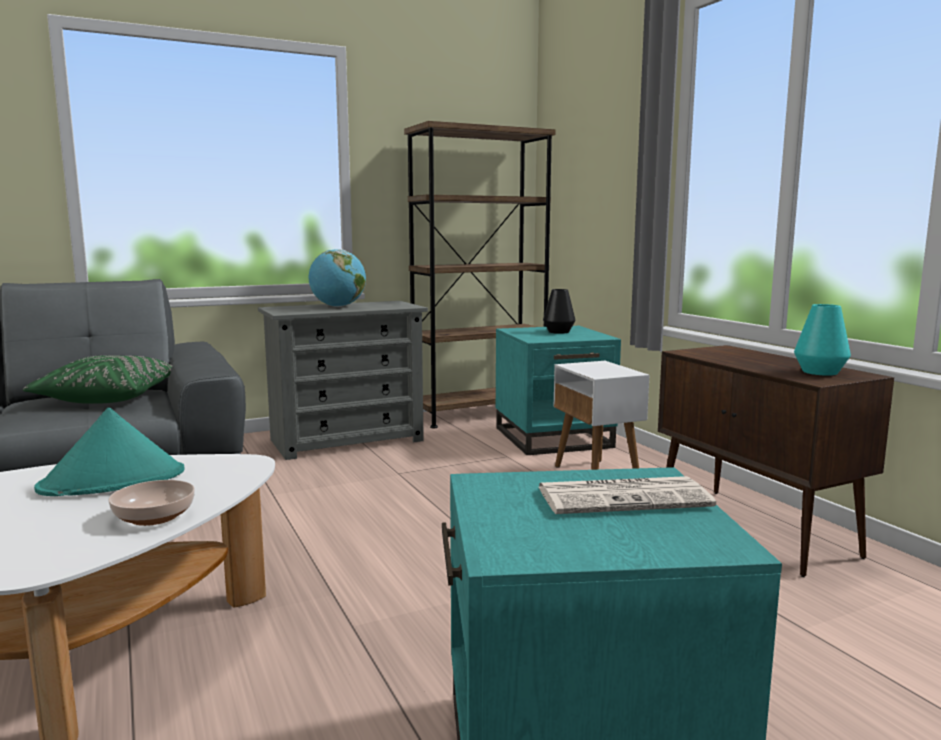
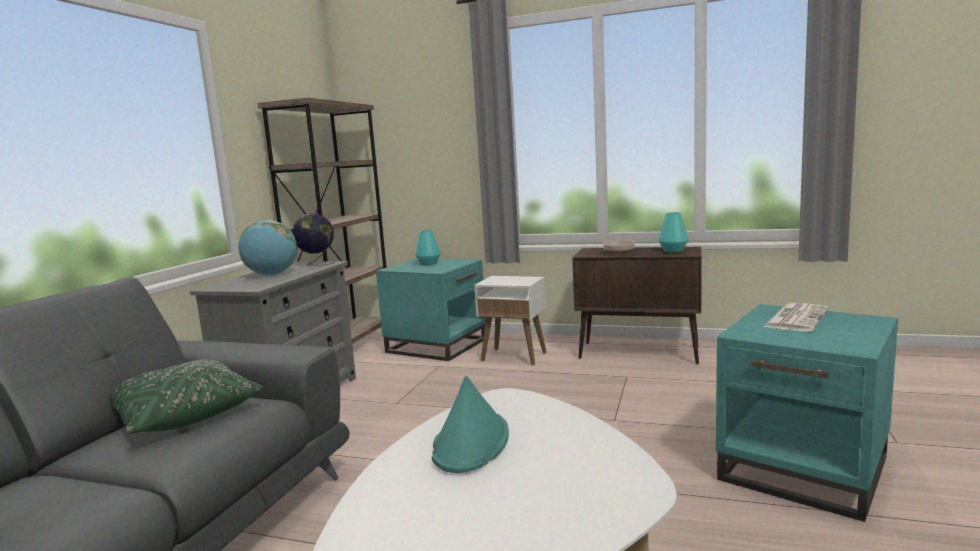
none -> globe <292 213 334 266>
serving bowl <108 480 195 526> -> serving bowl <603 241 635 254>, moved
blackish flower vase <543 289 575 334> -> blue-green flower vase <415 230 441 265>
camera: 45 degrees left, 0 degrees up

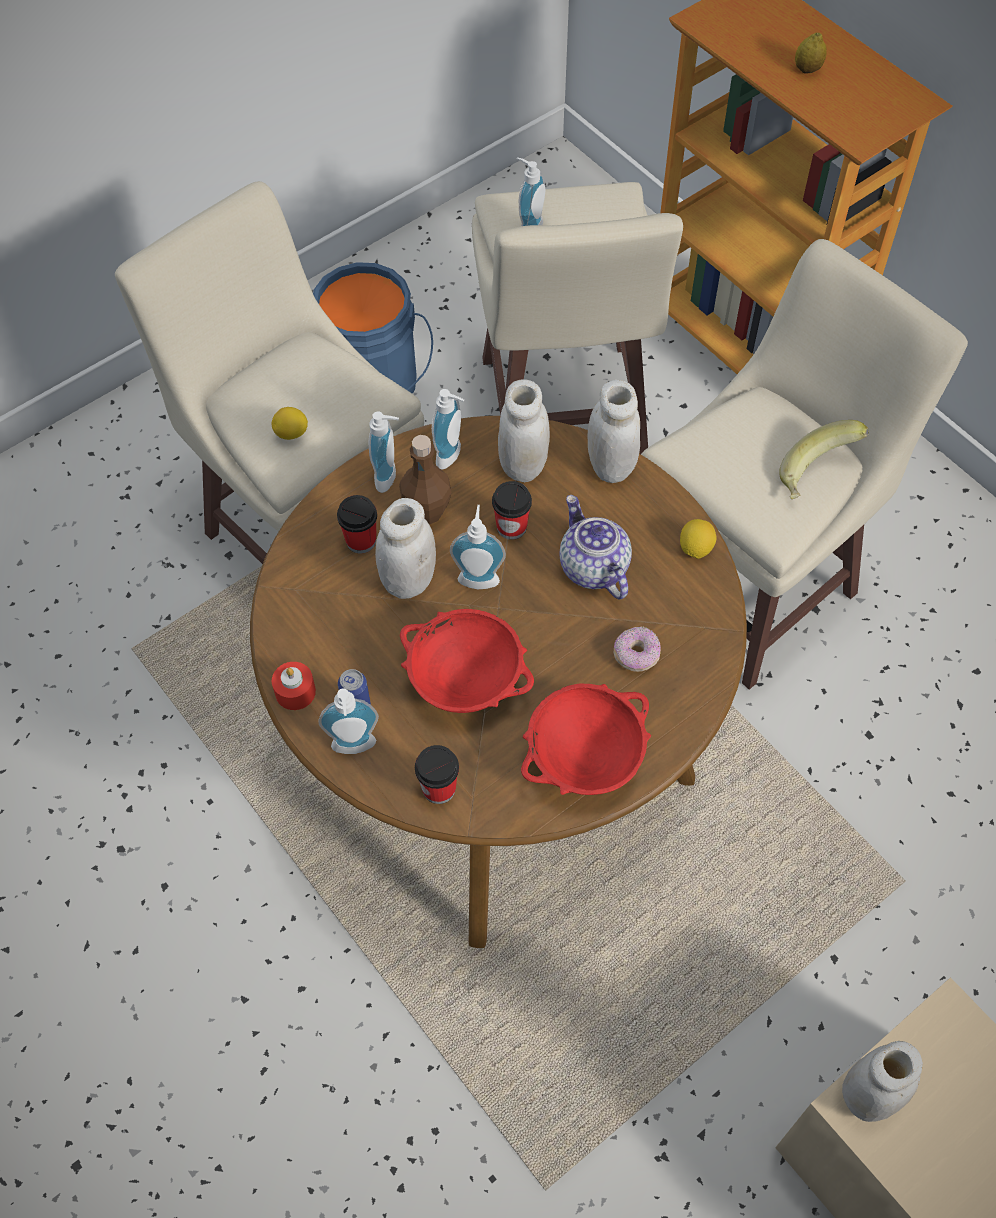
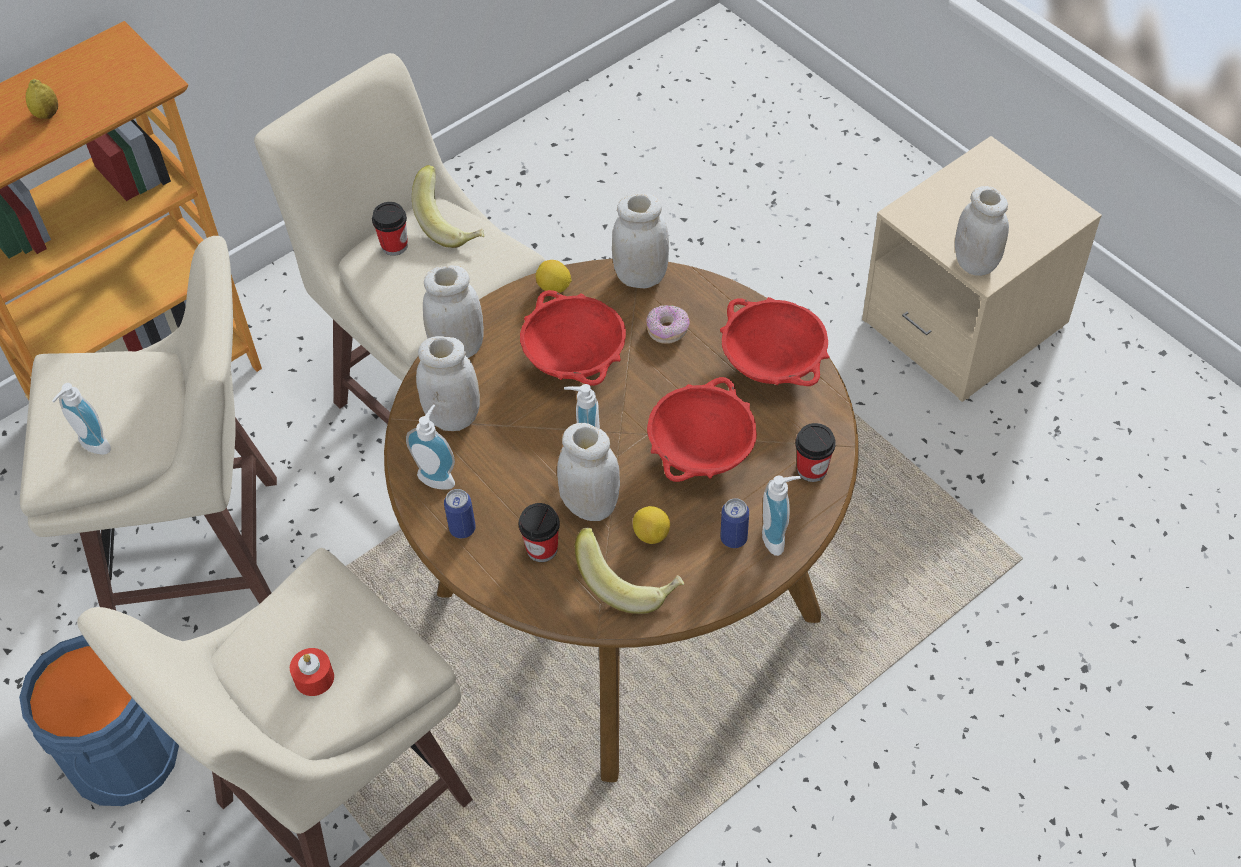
brownish bottle <399 435 452 525> -> none
none -> whole banana <574 528 684 614>
none -> whitish preserve jar <612 194 669 288>
citrus fruit <271 407 308 440> -> citrus fruit <633 506 670 544>, moved
reddish wax light <272 662 316 710> -> reddish wax light <290 648 334 696>, moved
drinking cup <492 481 532 540> -> drinking cup <372 202 408 256>, moved
soap dispenser <369 412 399 493> -> sealed can <444 489 476 538>
tea pot <560 495 632 599> -> reddish serving bowl <520 290 626 386>
camera: 90 degrees left, 5 degrees down

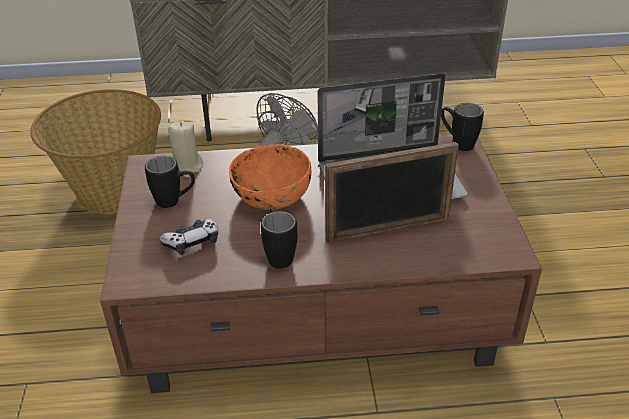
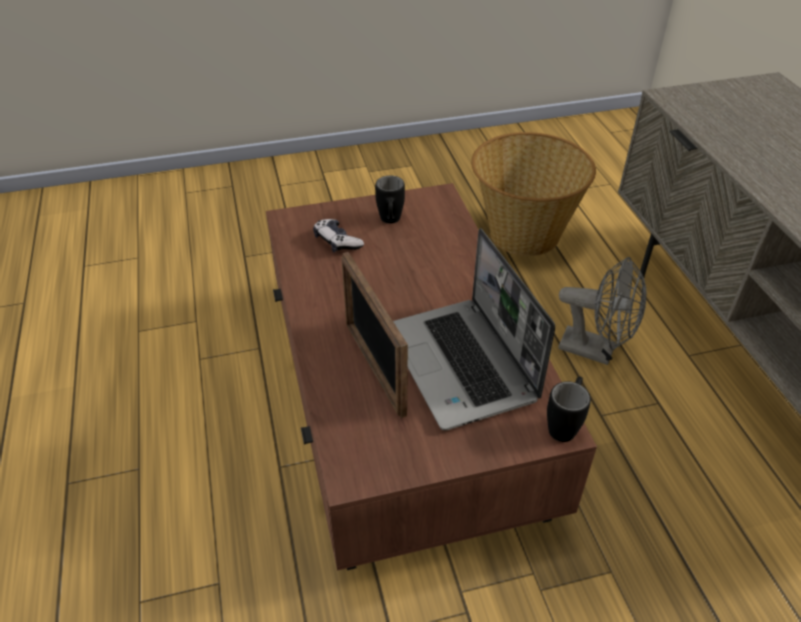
sand-coloured wax light <168 121 203 177> -> none
orange-coloured serving bowl <229 144 312 210> -> none
blackish coffee mug <261 208 297 269> -> none
camera: 80 degrees right, 5 degrees up

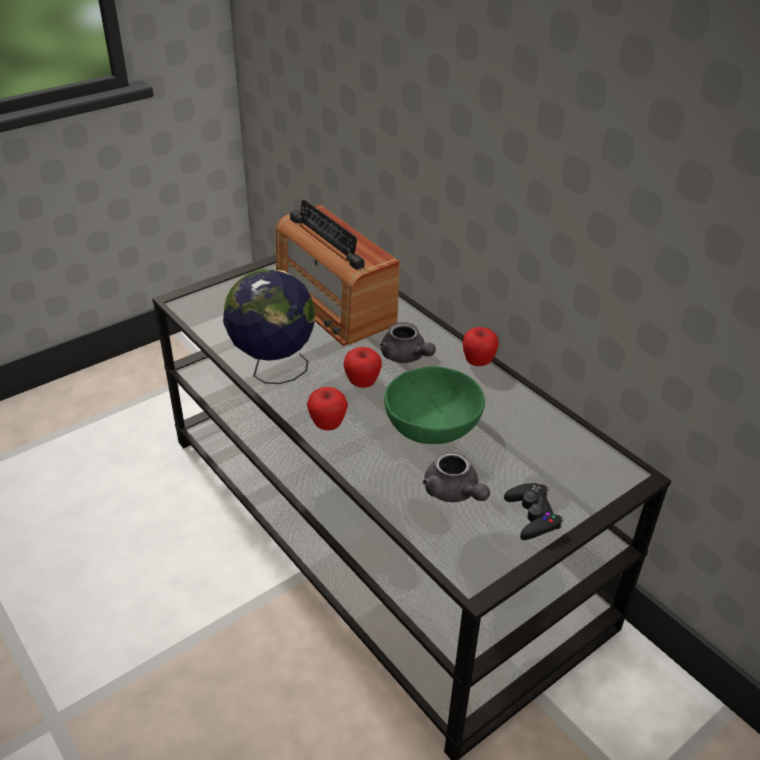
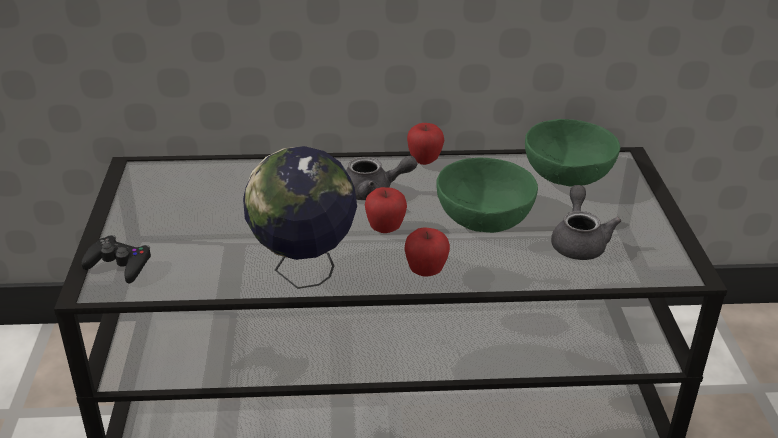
radio set <276 200 400 346> -> none
none -> green serving bowl <525 119 620 187>
blackish joypad <504 483 563 540> -> blackish joypad <81 235 151 284>, moved
greyish tea pot <423 451 490 502> -> greyish tea pot <551 185 621 260>, 90 degrees counterclockwise
camera: 55 degrees left, 5 degrees down

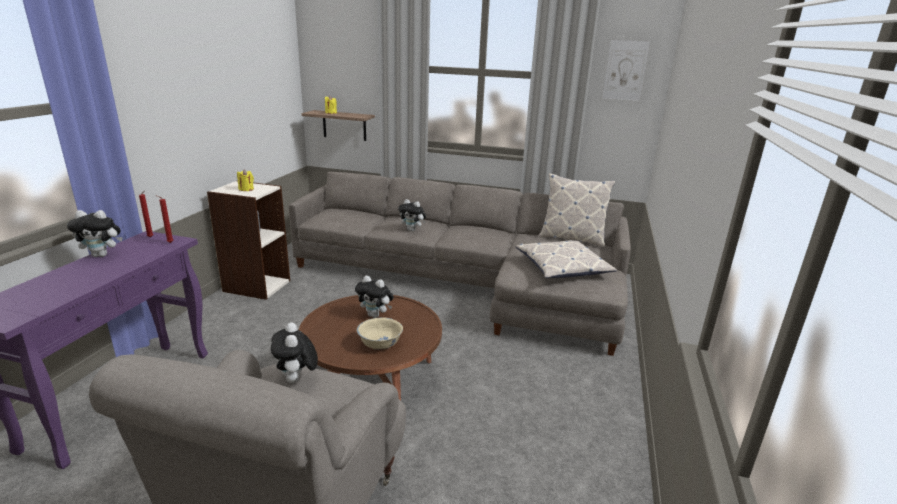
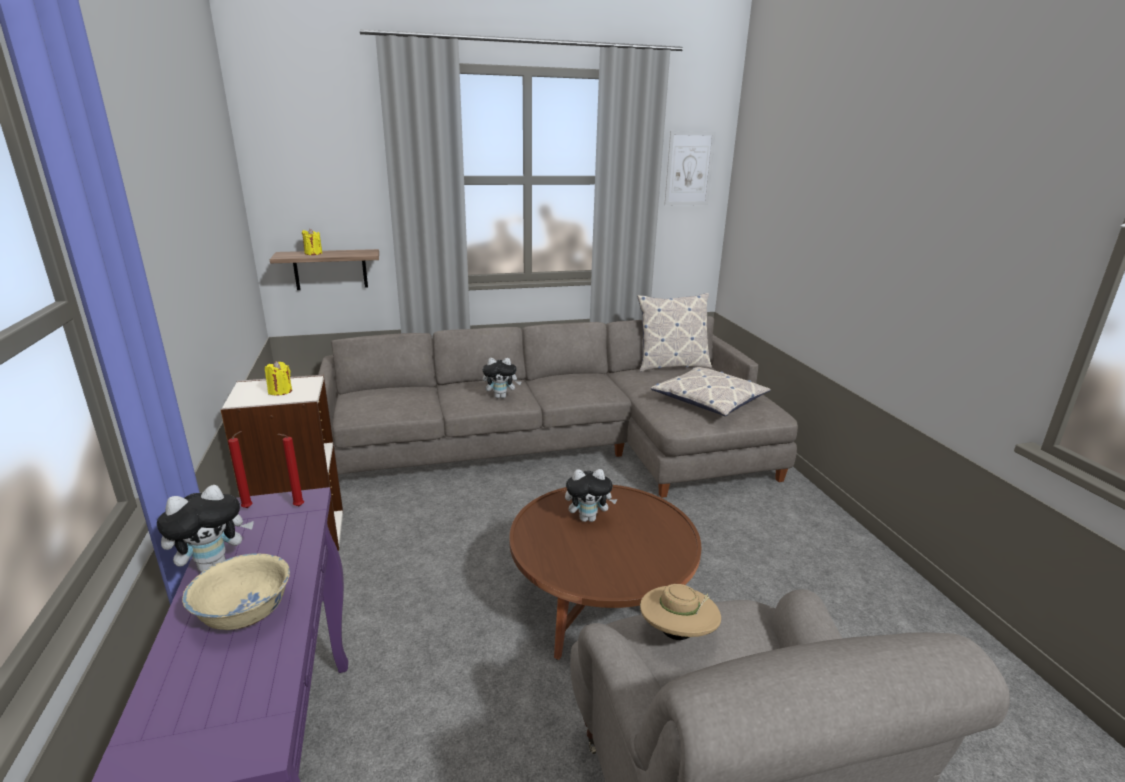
sand-coloured serving bowl <357 317 403 350> -> sand-coloured serving bowl <182 553 290 630>, moved
plush toy <271 323 318 383> -> sand-coloured clothing hat <640 584 721 640>
camera: 30 degrees left, 0 degrees up

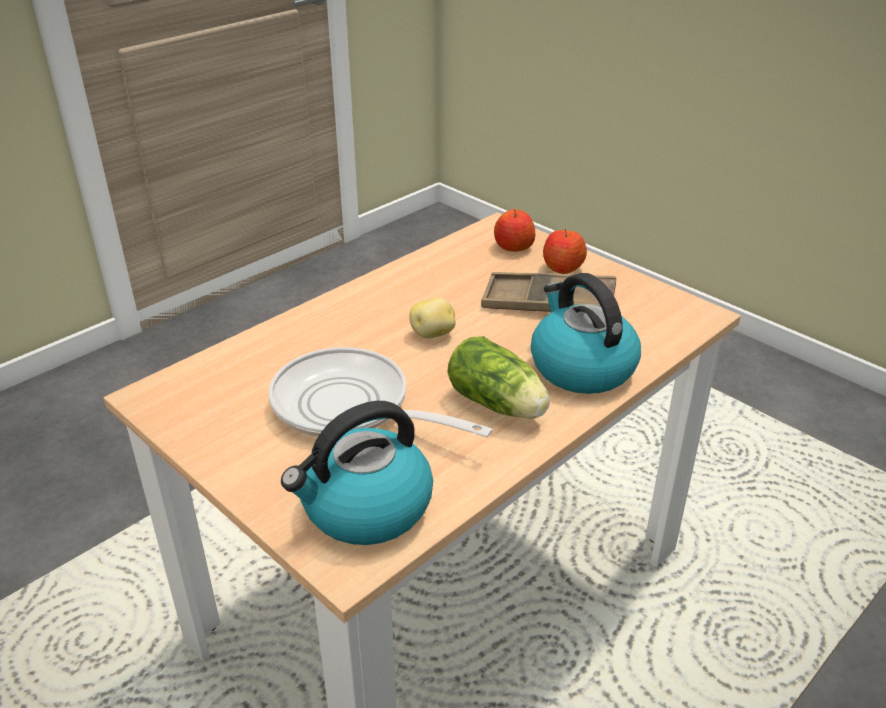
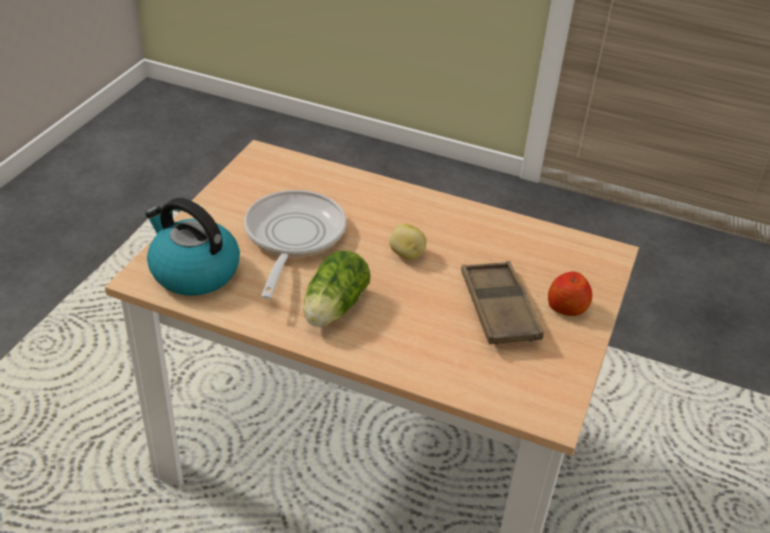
whole apple <494 209 535 252> -> none
kettle <531 273 641 394> -> none
camera: 65 degrees right, 5 degrees up

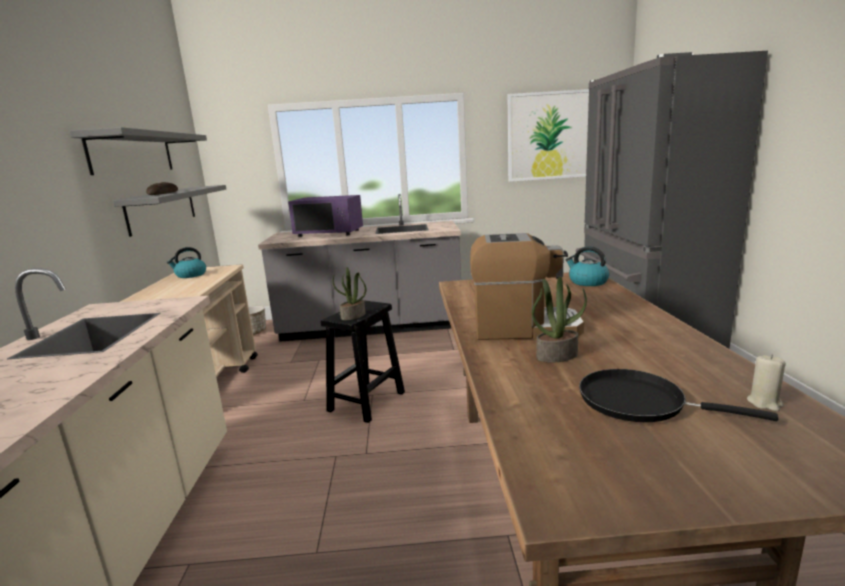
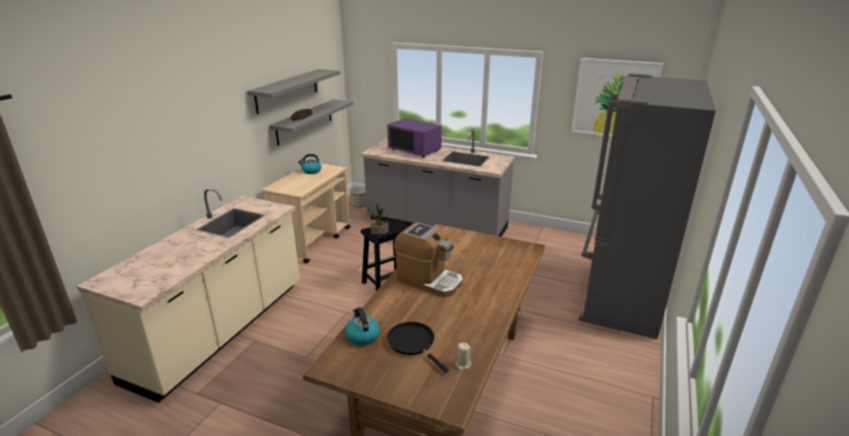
plant in a pot <532 277 587 363> -> none
kettle <565 246 610 286> -> kettle <345 307 380 346>, moved
camera: 25 degrees right, 10 degrees up

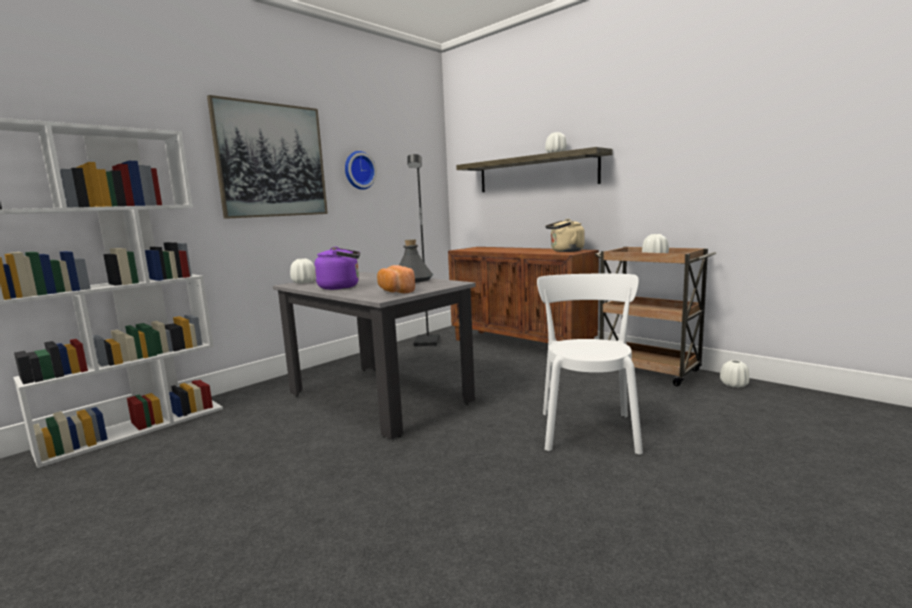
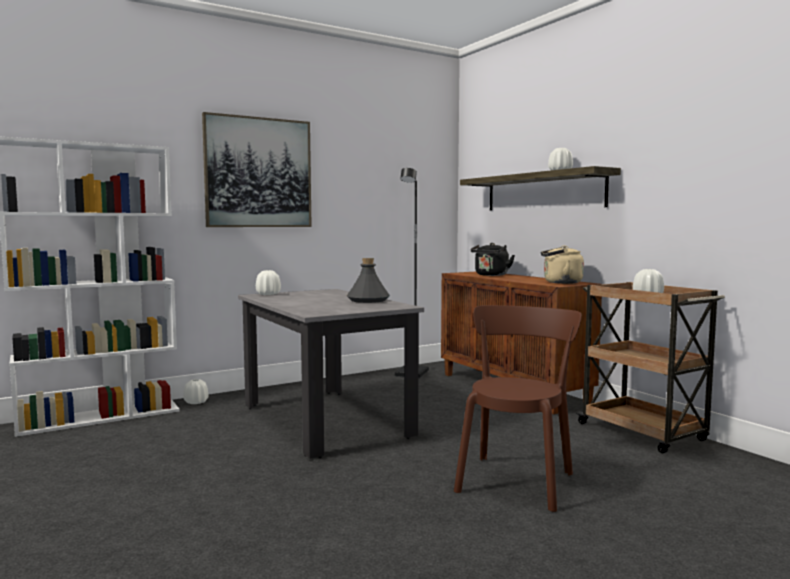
purple-coloured kettle <314 247 360 290> -> none
wall clock <345 151 377 190> -> none
bread <377 265 415 293> -> none
none -> blackish kettle <471 243 515 276>
whitish flower vase <720 360 749 388> -> whitish flower vase <183 379 208 404>, moved
whitish upright chair <537 274 643 455> -> brownish upright chair <454 305 582 512>
camera: 15 degrees right, 5 degrees down

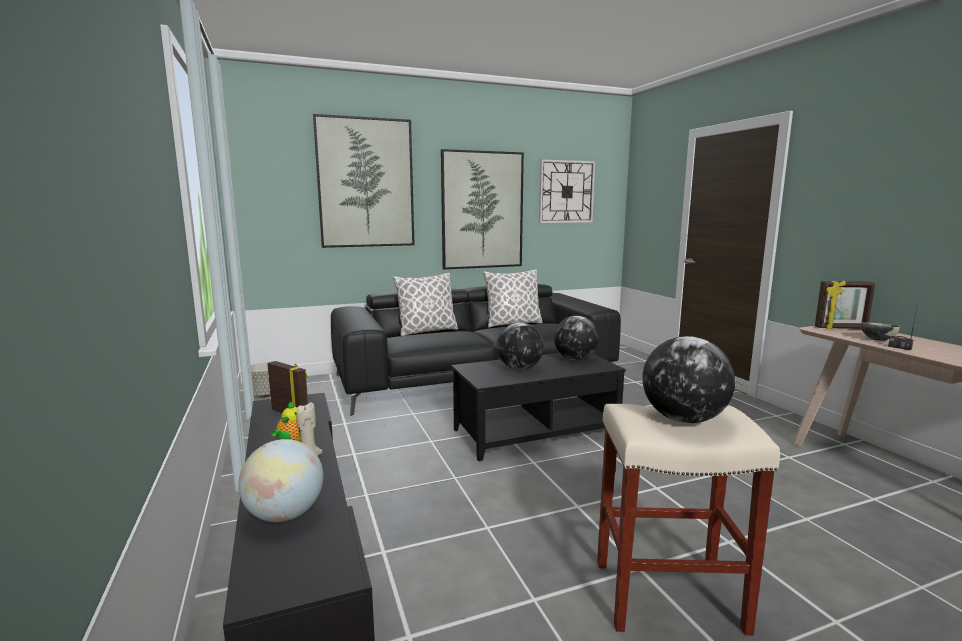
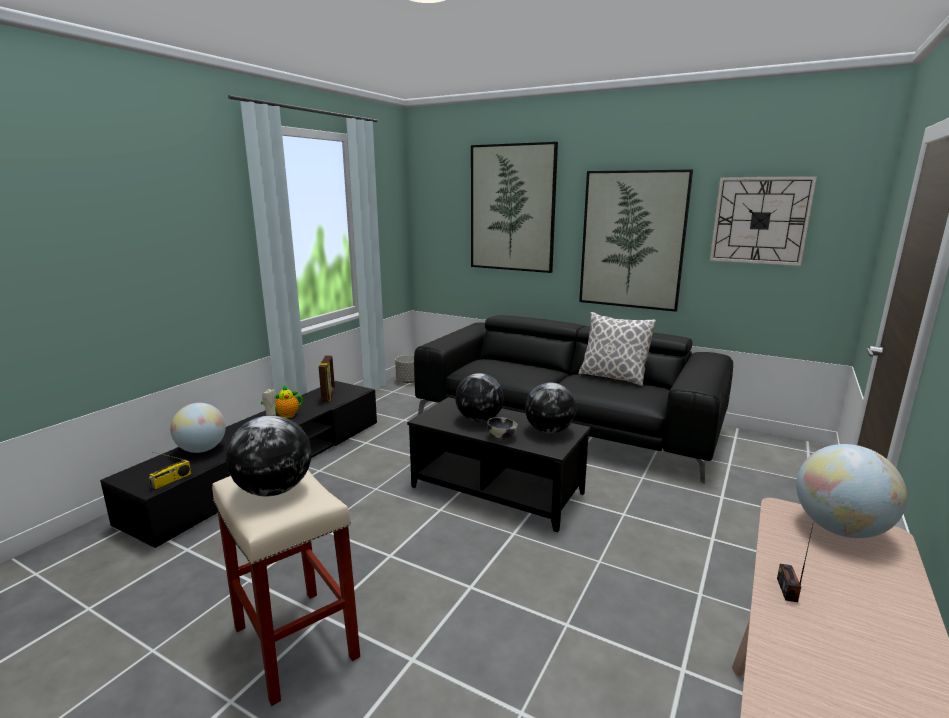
pillow <393 273 458 337> -> none
none -> radio set <149 452 191 489>
serving bowl <861 322 900 341> -> serving bowl <487 417 518 440>, moved
picture frame <815 281 875 329> -> globe <796 444 907 538>
camera: 50 degrees right, 5 degrees up

